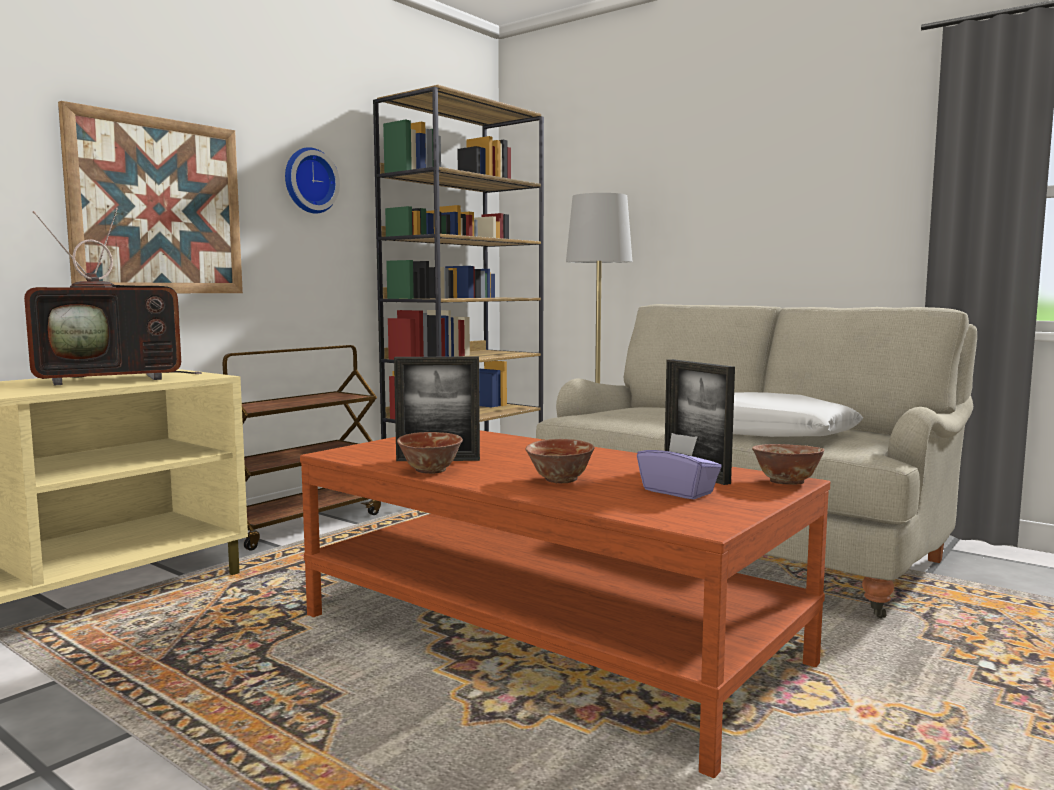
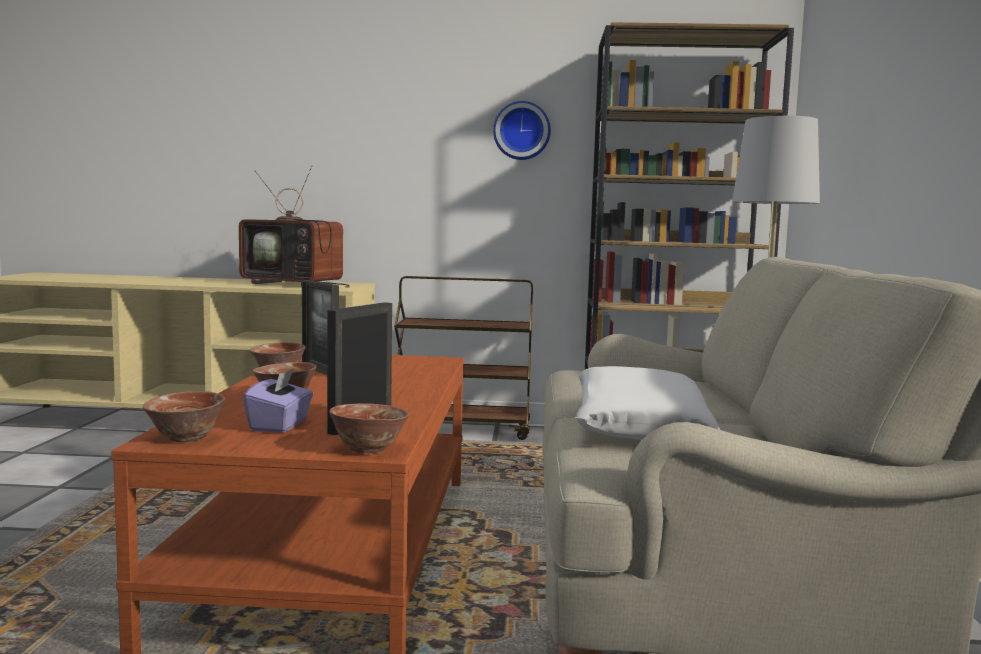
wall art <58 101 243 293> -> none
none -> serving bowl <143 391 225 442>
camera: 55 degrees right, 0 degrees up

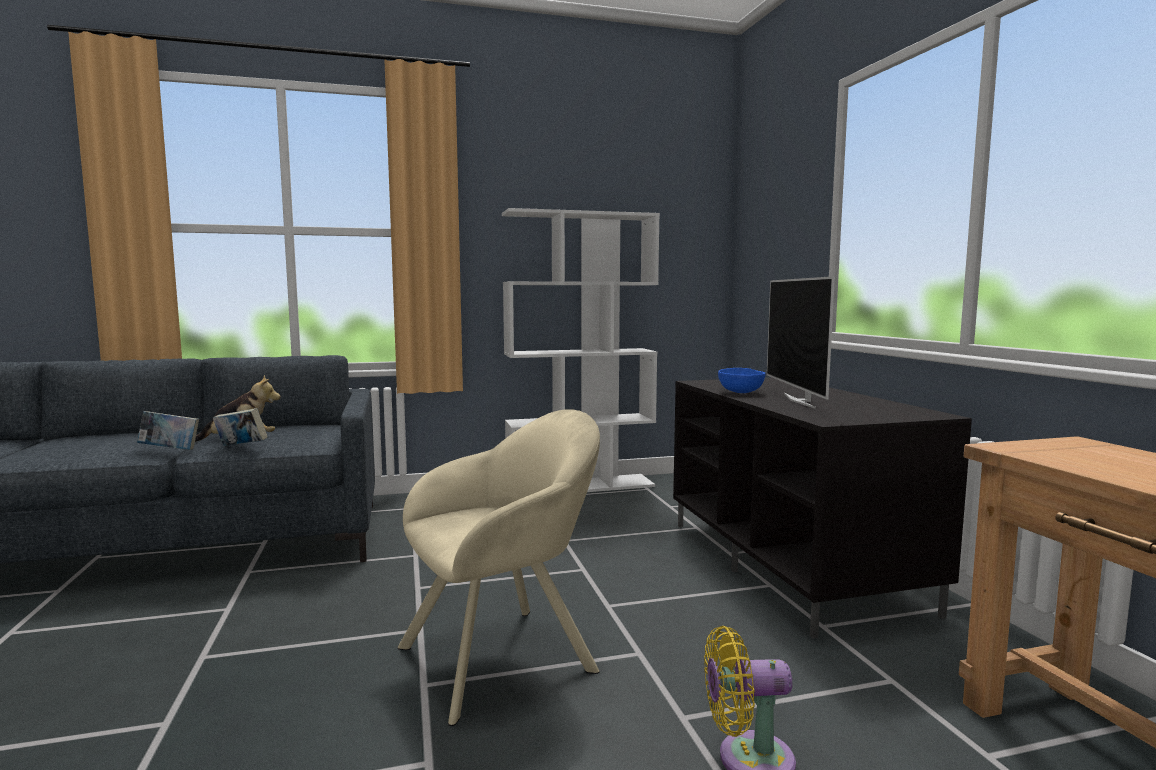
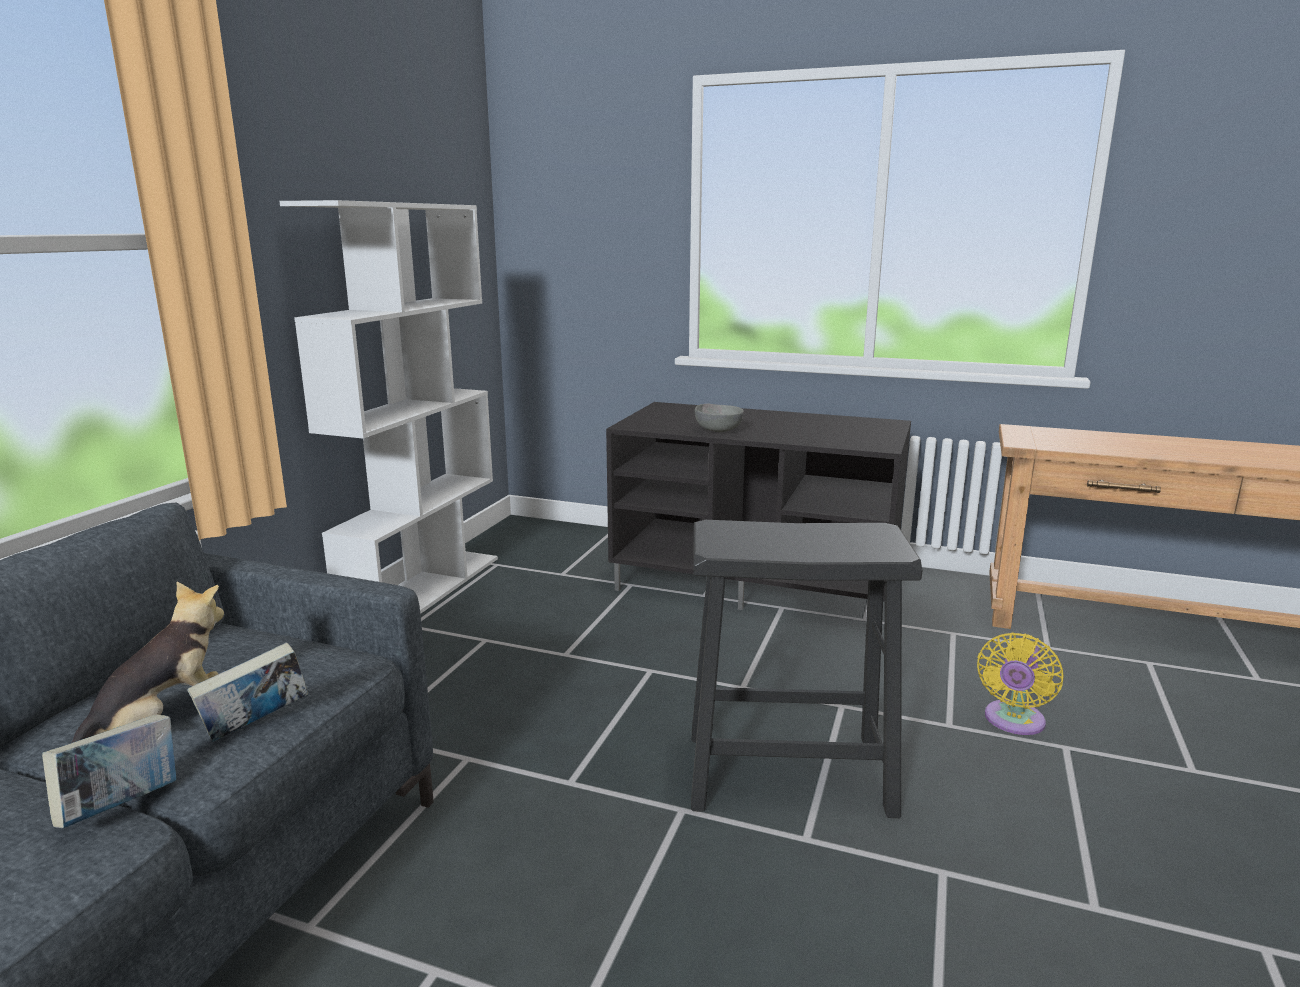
TV set <767 276 835 409> -> none
sand-coloured armchair <397 409 600 726> -> blackish stool <691 520 922 818>
blue serving bowl <718 368 766 393> -> greyish serving bowl <695 403 744 432>
camera: 55 degrees left, 10 degrees up

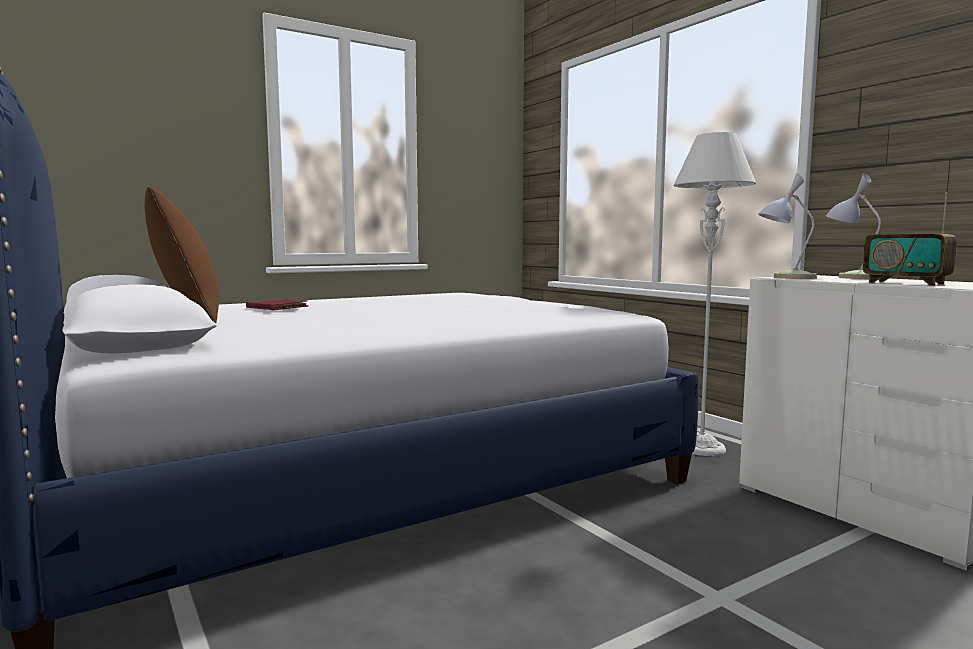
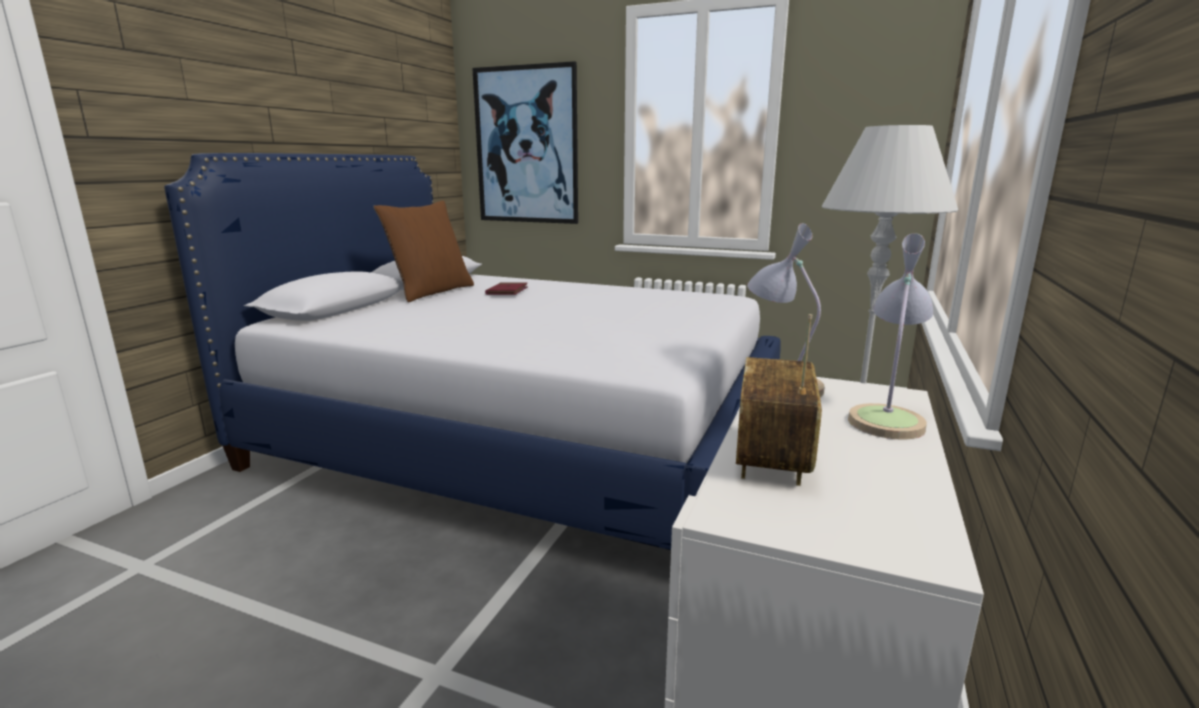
none -> wall art <472 61 578 224>
camera: 55 degrees right, 10 degrees up

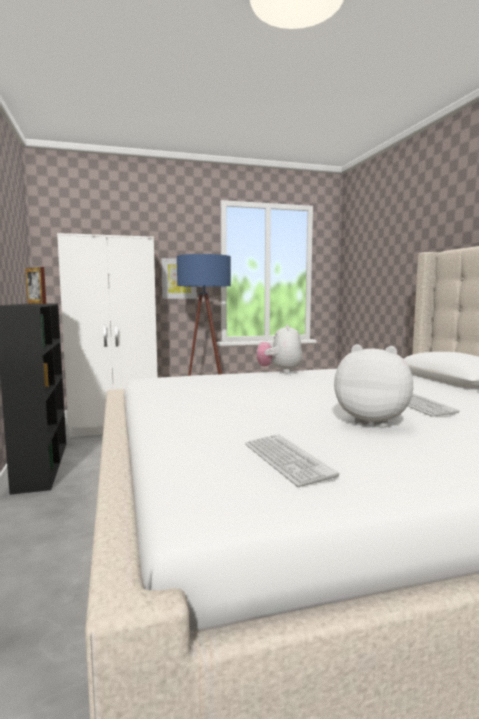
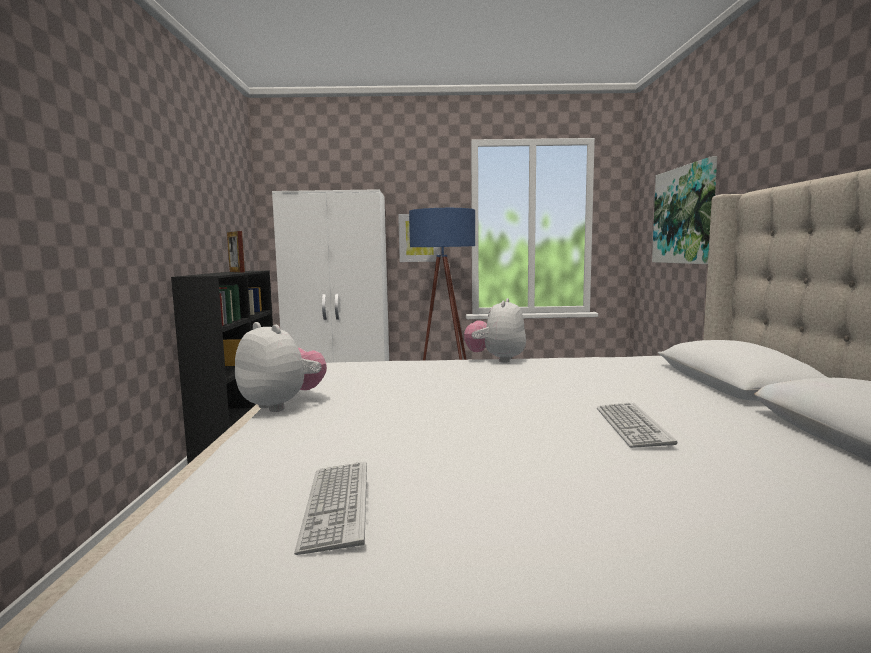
none -> wall art <652 156 717 264>
plush toy <334 344 413 427> -> plush toy <235 322 327 412>, moved
camera: 15 degrees right, 0 degrees up

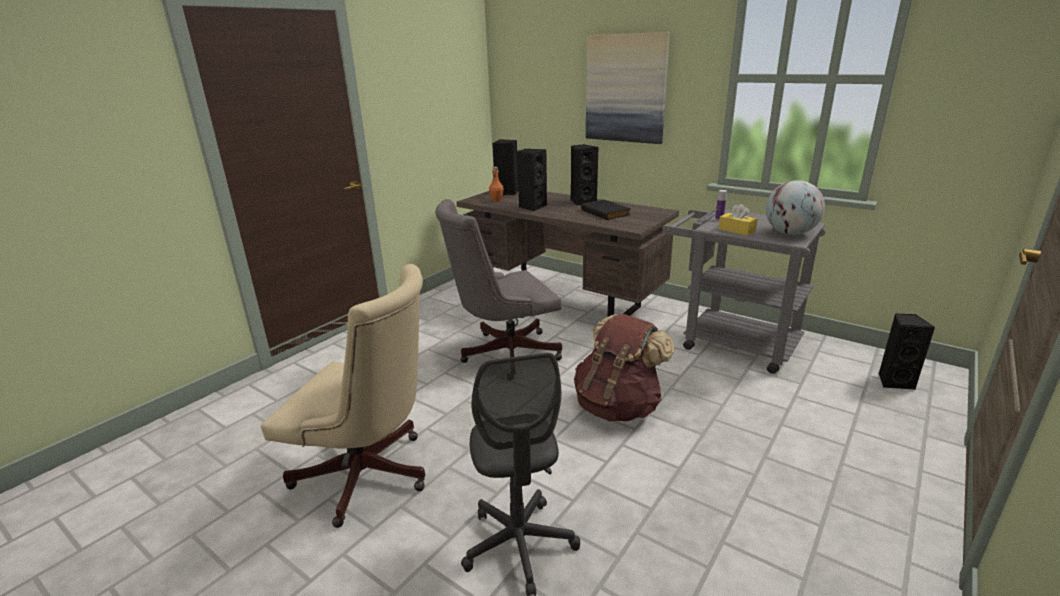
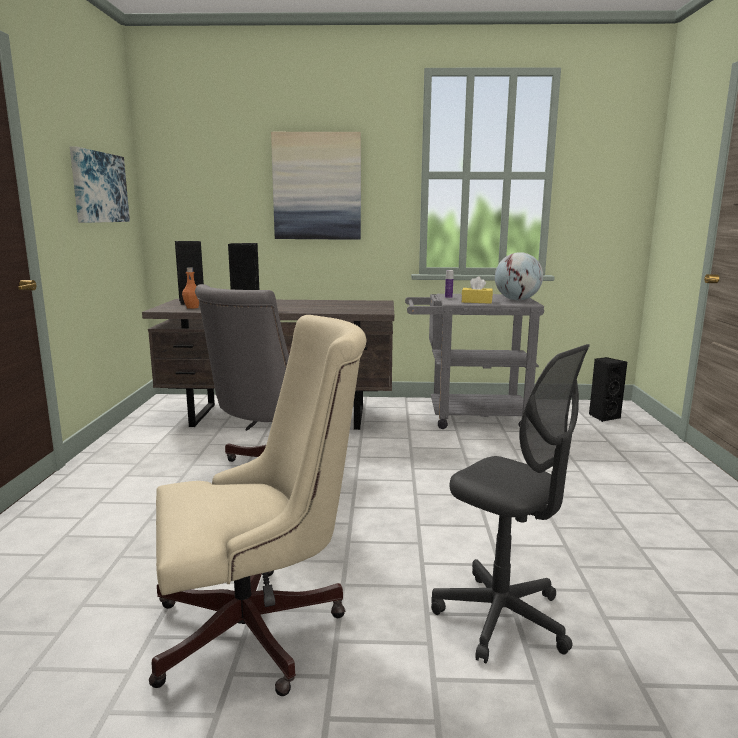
blackish loudspeaker <571 144 598 206> -> none
brownish backpack <574 314 674 422> -> none
blackish volume <581 200 631 220> -> none
none -> wall art <70 146 130 223>
camera: 35 degrees left, 10 degrees down

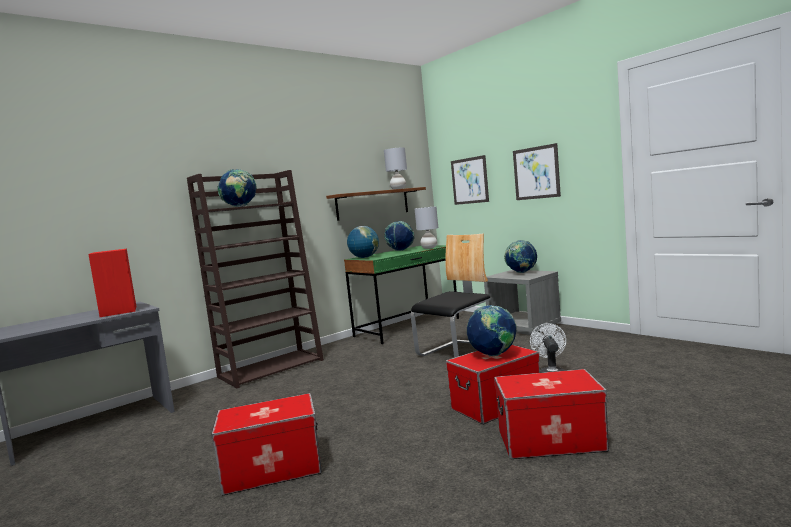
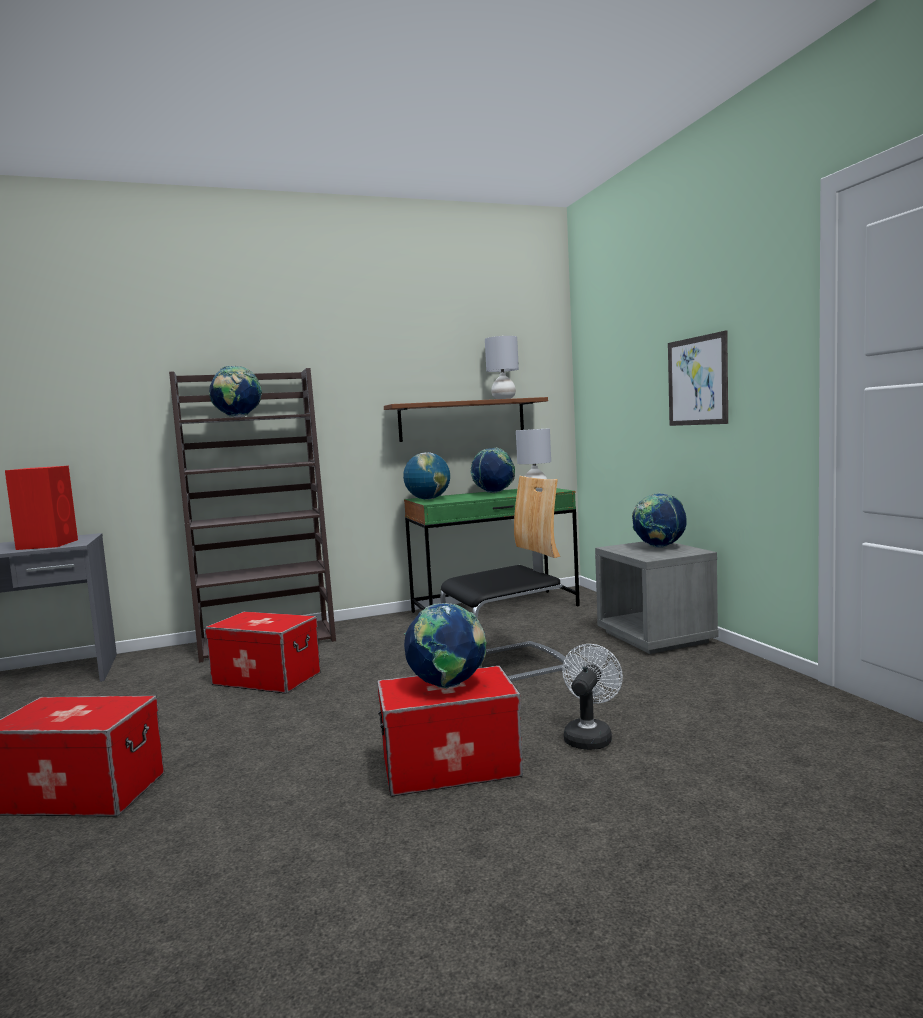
wall art <451 155 489 205> -> none
storage container <494 369 609 459> -> storage container <205 611 321 694>, moved
camera: 20 degrees right, 0 degrees up

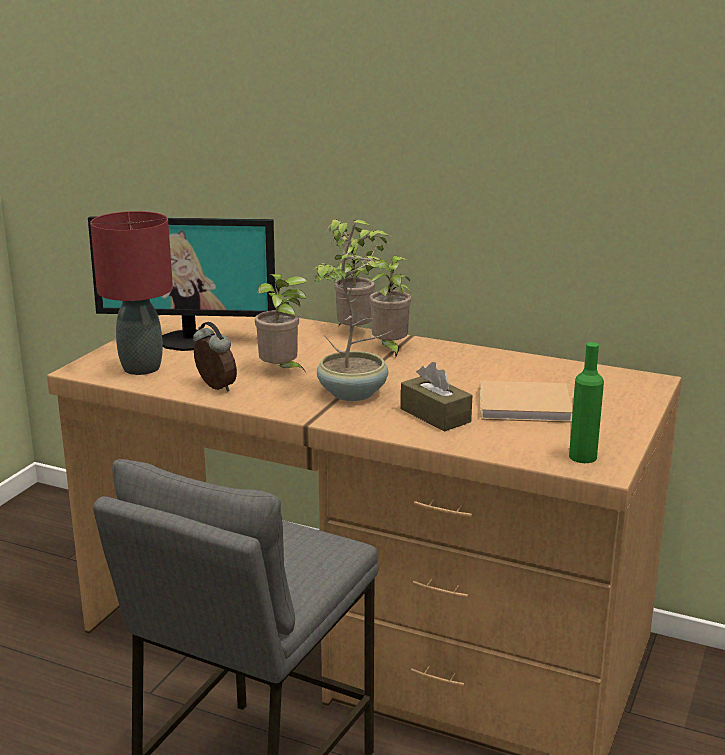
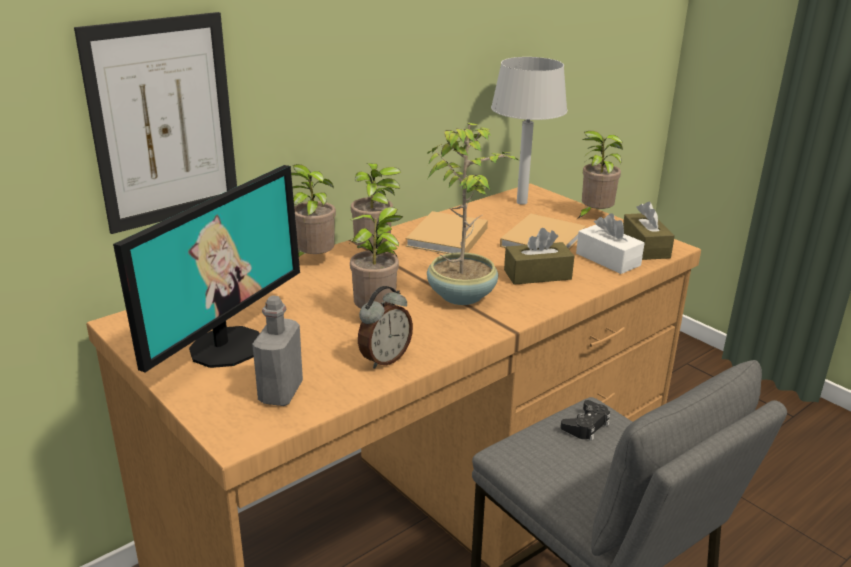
none -> wall art <74 12 237 234>
none -> sand-coloured volume <406 211 488 254>
none -> greyish tabletop lamp <491 57 568 205>
none -> blackish joypad <560 400 610 441>
none -> whitish tissue holder <576 213 644 274>
none -> plant in a pot <577 131 623 219>
reddish tabletop lamp <90 211 173 375> -> greyish bottle <252 295 303 406>
green bottle <569 342 604 463> -> brownish tissue holder <623 201 675 260>
alarm clock <193 322 237 391> -> alarm clock <358 286 413 369>, 150 degrees clockwise
camera: 65 degrees left, 5 degrees up

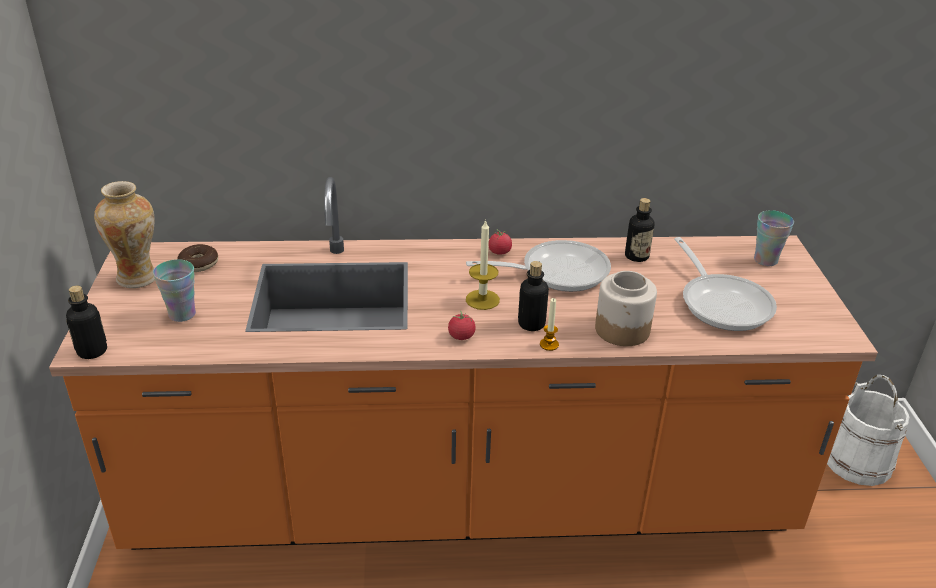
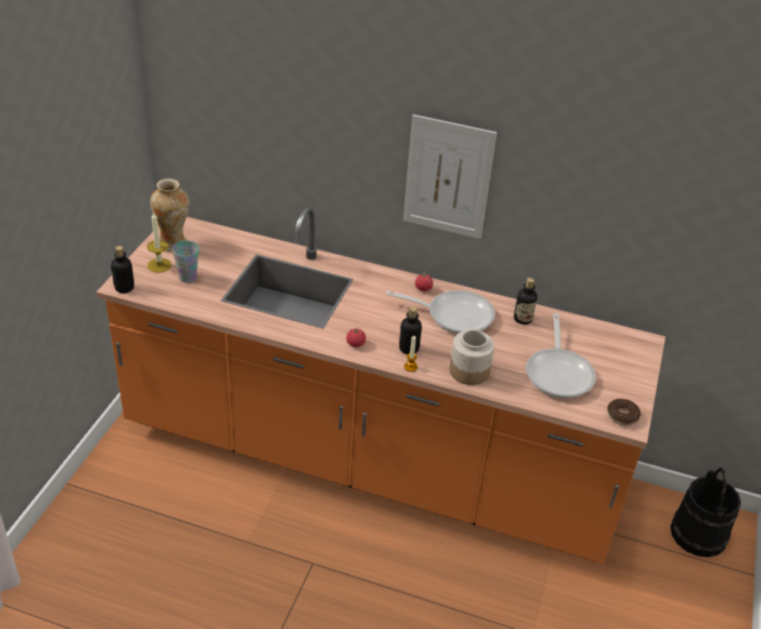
drinking cup <754 210 794 266> -> none
none -> wall art <403 114 497 239>
doughnut <177 244 218 272> -> doughnut <607 399 641 426>, moved
wax light <466 220 500 310> -> wax light <147 213 172 273>, moved
whitish pail <827 375 909 486> -> blackish pail <670 468 741 557>
camera: 20 degrees right, 5 degrees up

